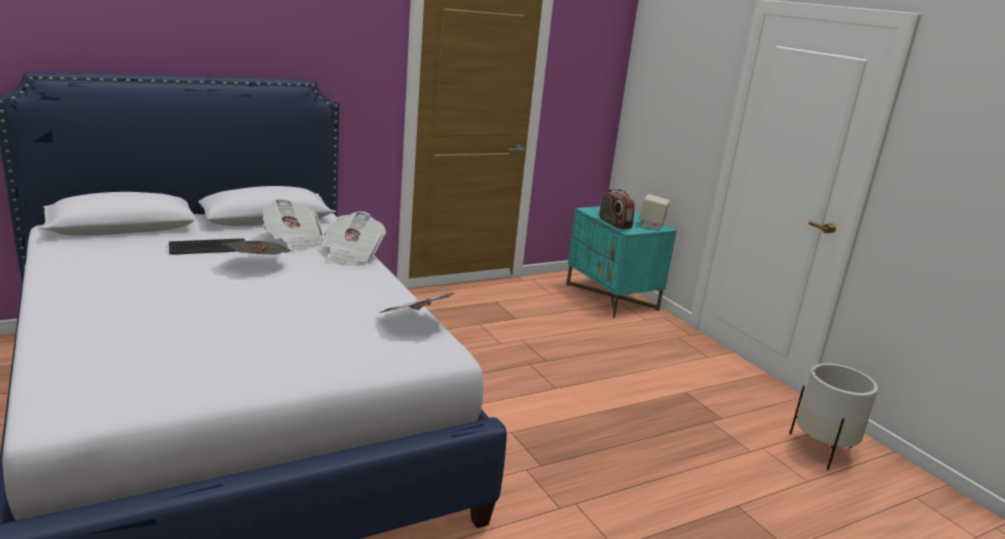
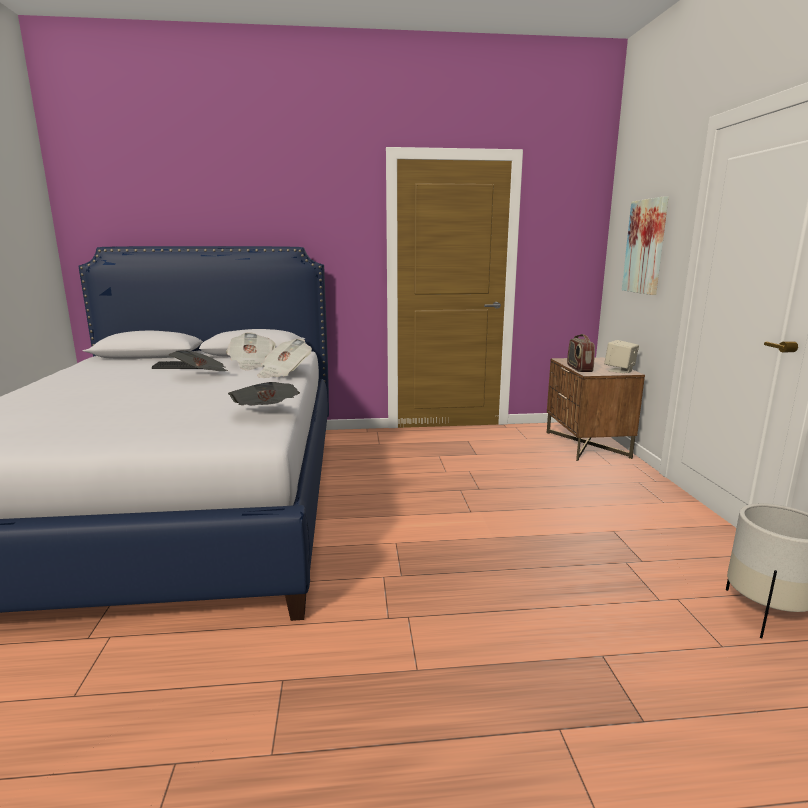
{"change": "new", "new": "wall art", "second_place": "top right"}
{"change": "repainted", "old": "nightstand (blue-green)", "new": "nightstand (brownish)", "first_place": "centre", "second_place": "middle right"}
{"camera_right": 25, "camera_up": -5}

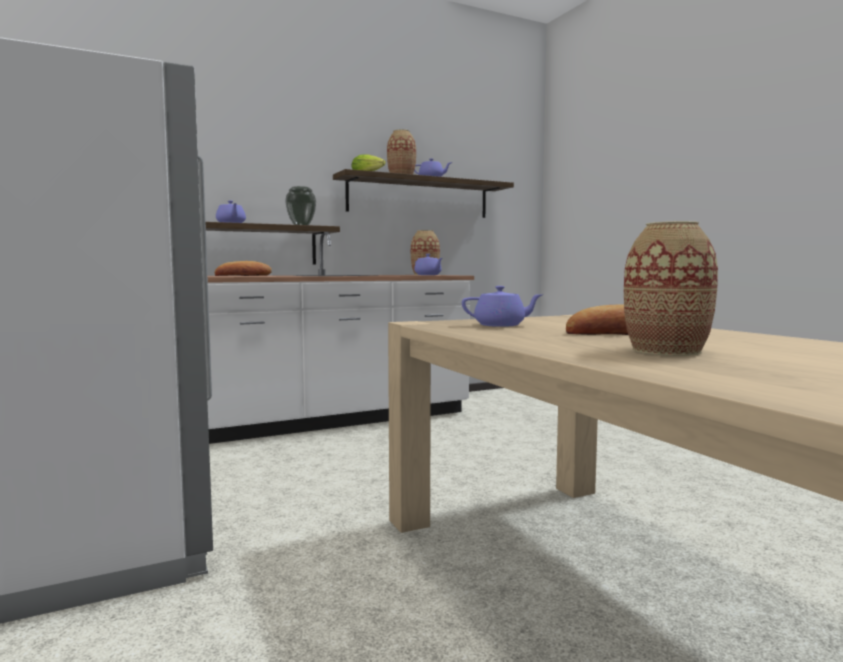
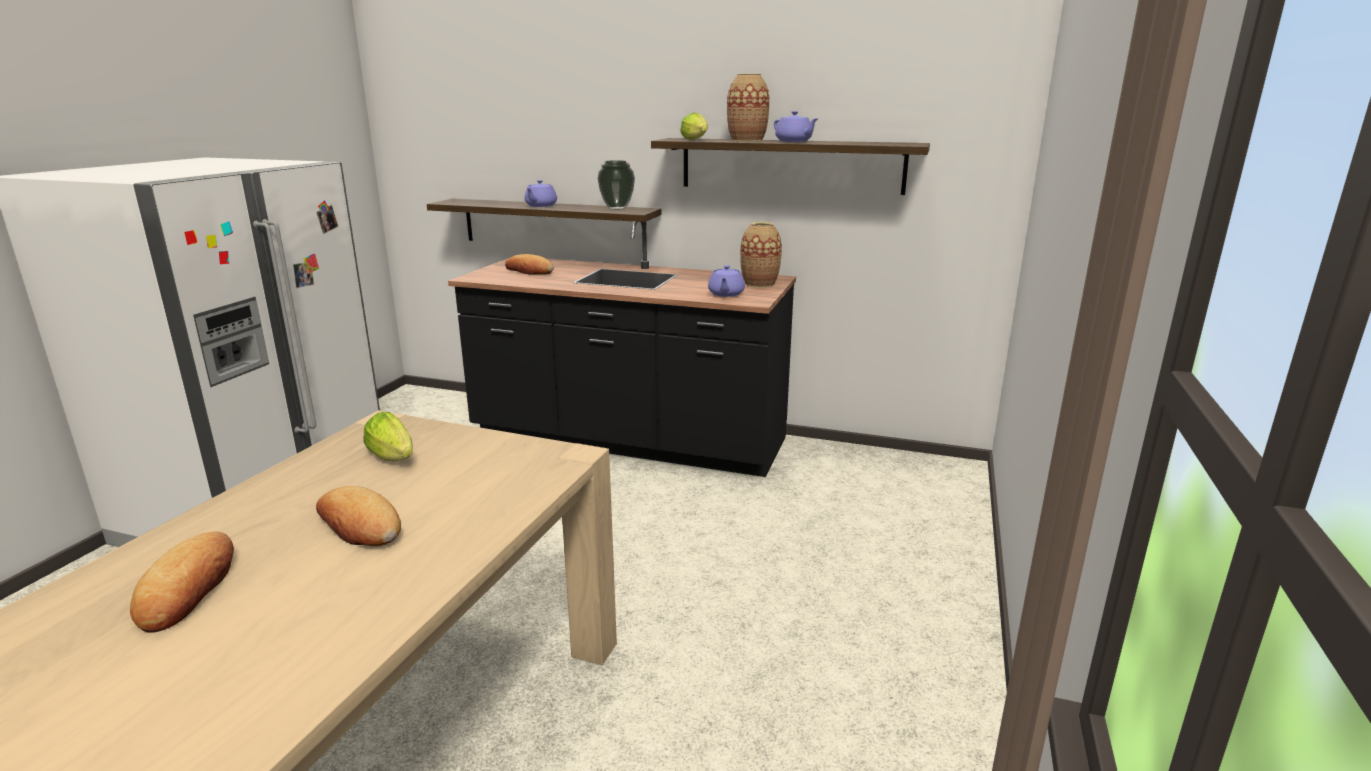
{"change": "swapped", "old": "pot for tea (purple) (no. 4 from left)", "new": "head of lettuce (no. 1 from left)", "first_place": "centre", "second_place": "middle left"}
{"change": "swapped", "old": "vase (no. 4 from left)", "new": "bakery bread (no. 1 from left)", "first_place": "middle right", "second_place": "bottom left"}
{"change": "repainted", "old": "kitchen counter (whitish)", "new": "kitchen counter (blackish)", "first_place": "centre", "second_place": "centre"}
{"camera_right": 45, "camera_up": 15}

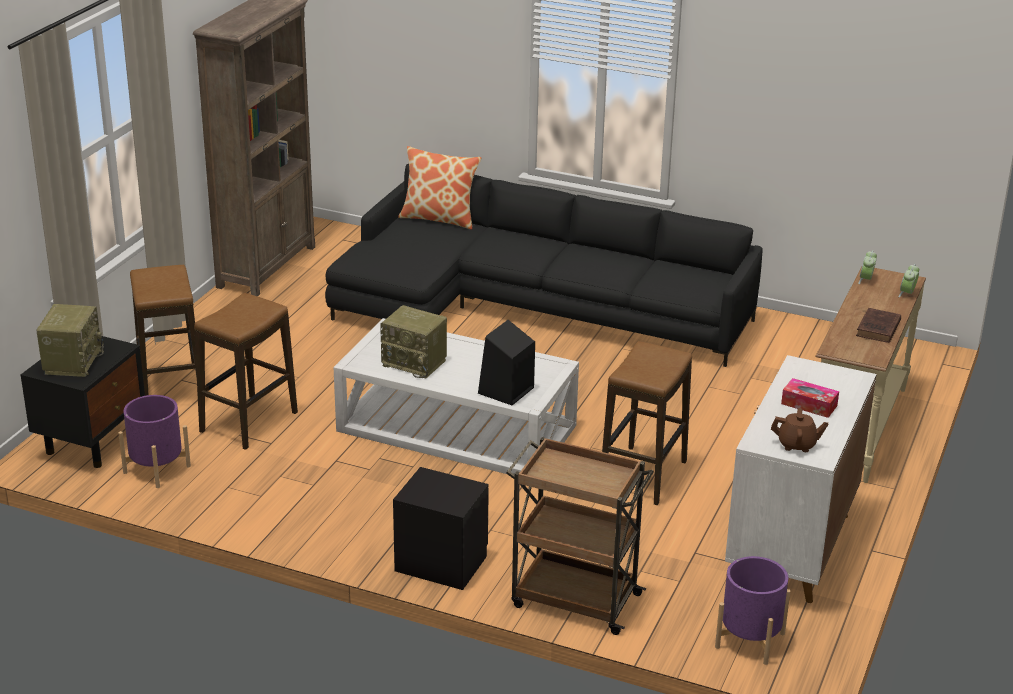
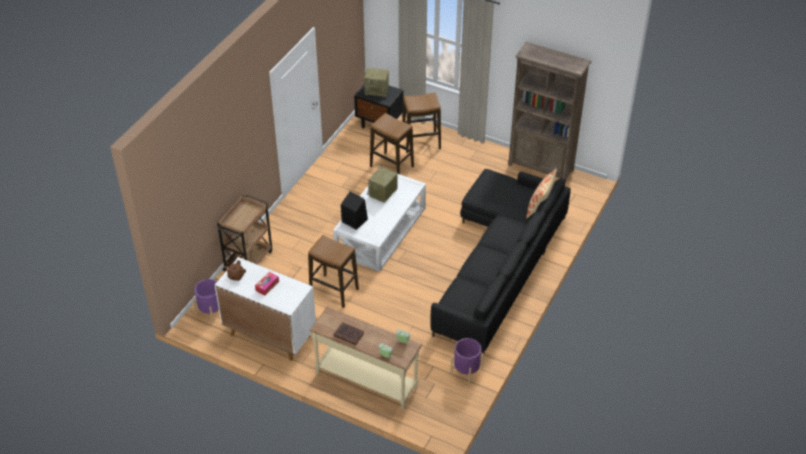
{"change": "gone", "old": "nightstand (blackish) (no. 2 from left)", "first_place": "bottom centre"}
{"change": "shifted", "old": "planter (purple) (no. 1 from left in the first image)", "new": "planter (purple) (no. 2 from left)", "first_place": "middle left", "second_place": "bottom centre"}
{"camera_right": 95, "camera_up": 15}

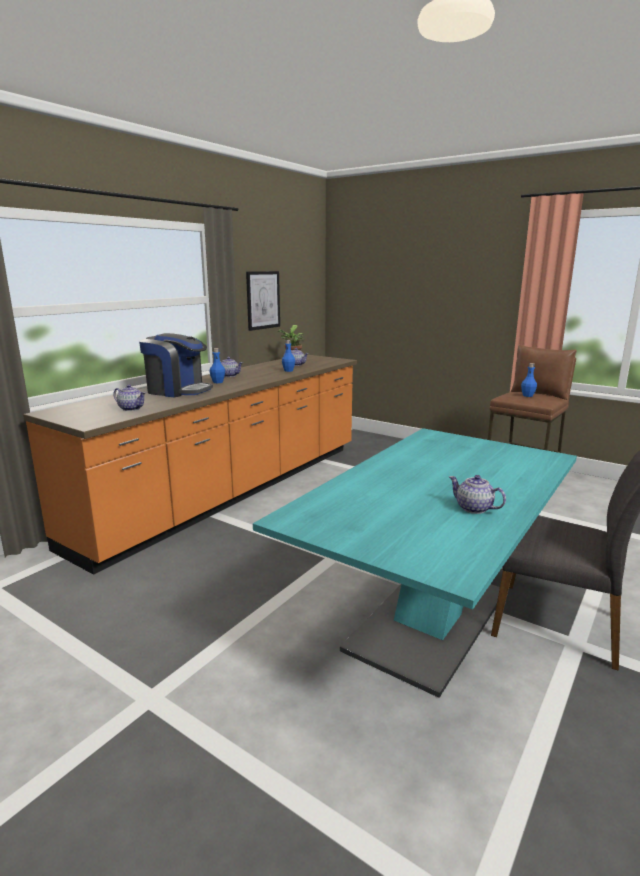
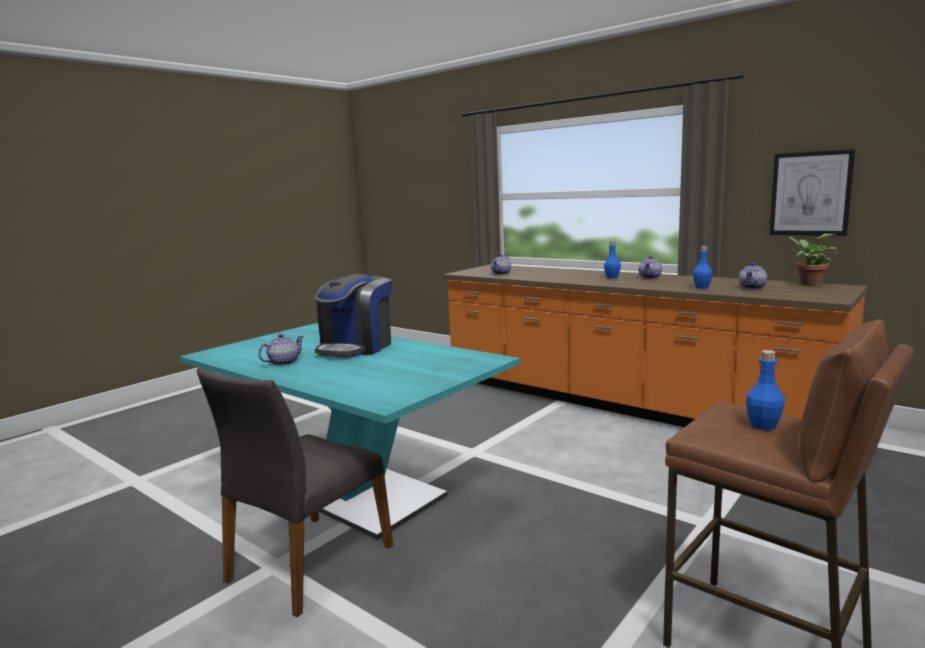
{"change": "shifted", "old": "coffee maker", "first_place": "middle left", "second_place": "centre"}
{"camera_right": 95, "camera_up": -5}

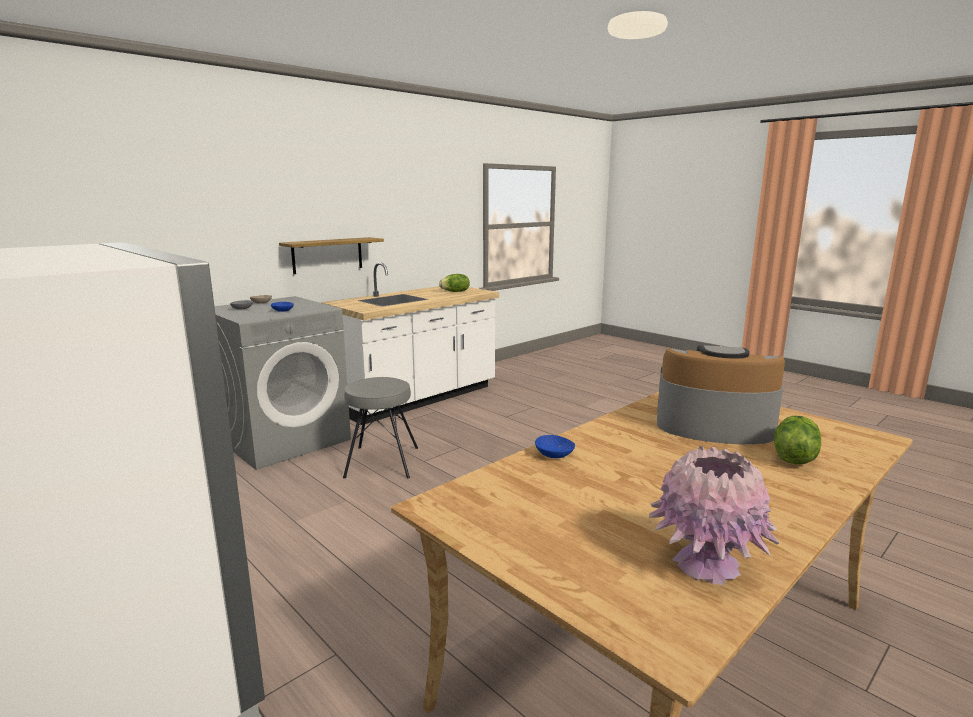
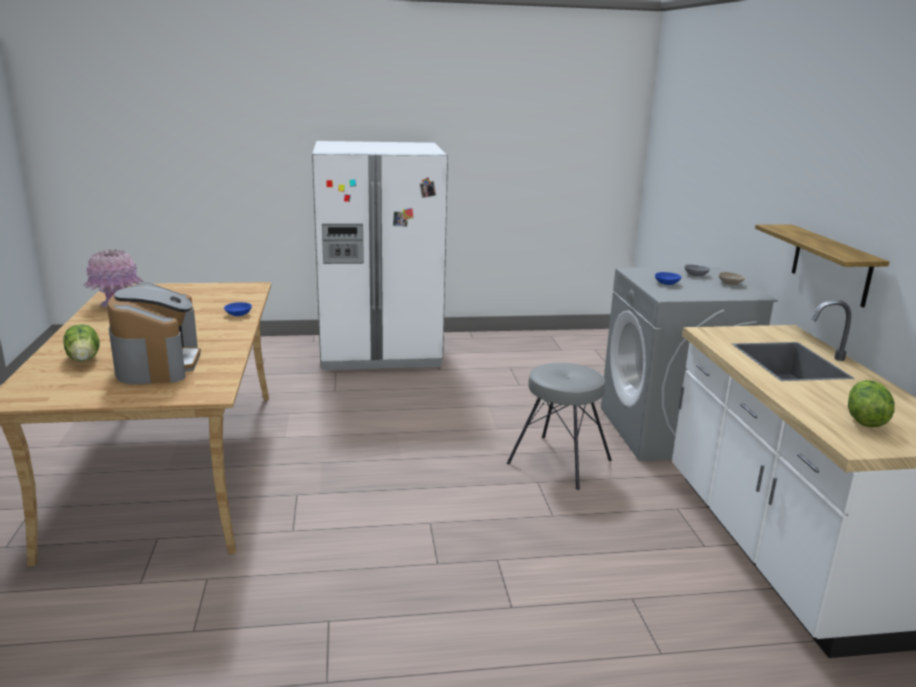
{"change": "rotated", "old": "coffee maker", "first_place": "middle right", "second_place": "middle left", "degrees": -60}
{"camera_right": 125, "camera_up": 5}

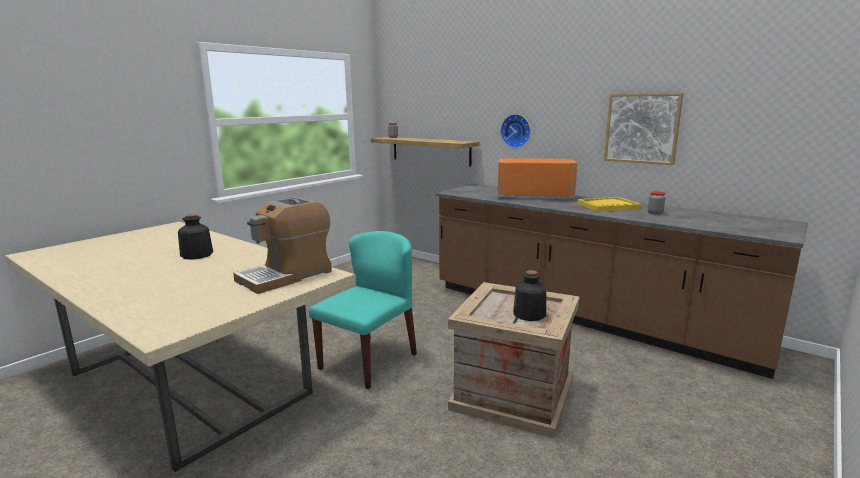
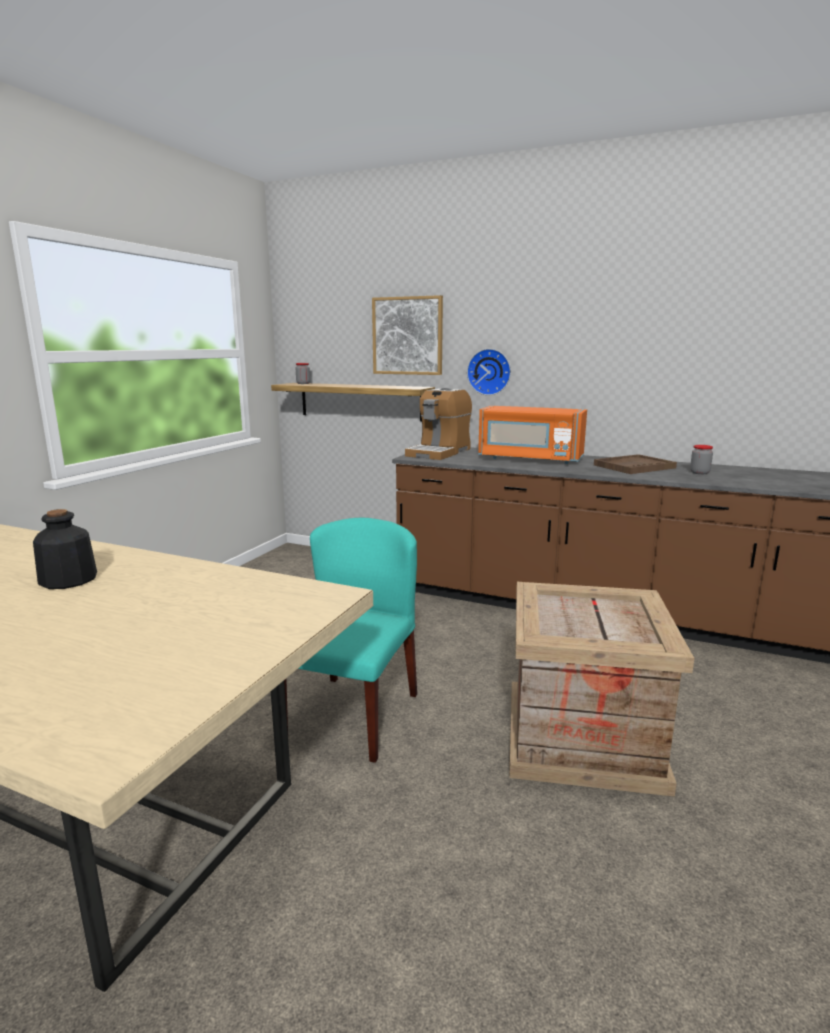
{"change": "gone", "old": "drink bottle (no. 2 from left)", "first_place": "centre"}
{"change": "shifted", "old": "coffee maker", "first_place": "middle left", "second_place": "centre"}
{"change": "shifted", "old": "wall art", "first_place": "top right", "second_place": "top centre"}
{"change": "repainted", "old": "serving tray (yellow-coloured)", "new": "serving tray (brownish)", "first_place": "middle right", "second_place": "middle right"}
{"change": "rotated", "old": "microwave (orange)", "first_place": "centre", "second_place": "centre", "degrees": -150}
{"camera_right": -15, "camera_up": 0}

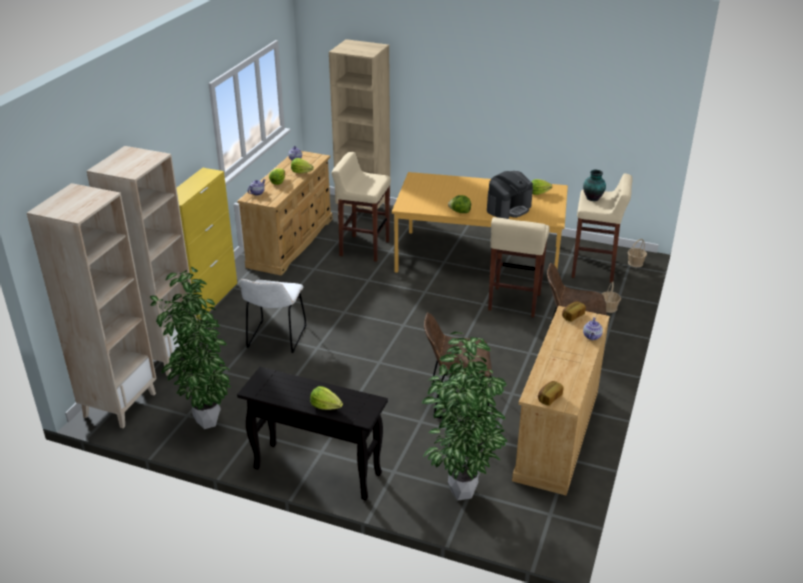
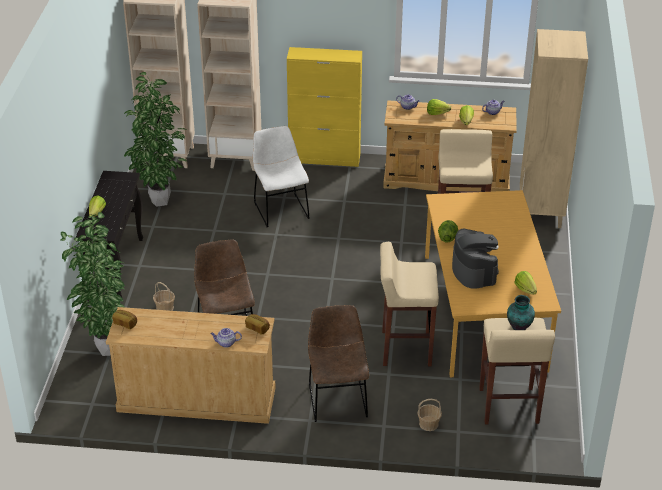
{"change": "shifted", "old": "basket (no. 2 from left in the first image)", "new": "basket (no. 1 from left)", "first_place": "middle right", "second_place": "middle left"}
{"change": "rotated", "old": "upright chair (whitish)", "first_place": "centre", "second_place": "centre", "degrees": 75}
{"change": "rotated", "old": "coffee maker", "first_place": "centre", "second_place": "middle right", "degrees": -135}
{"camera_right": 75, "camera_up": 5}

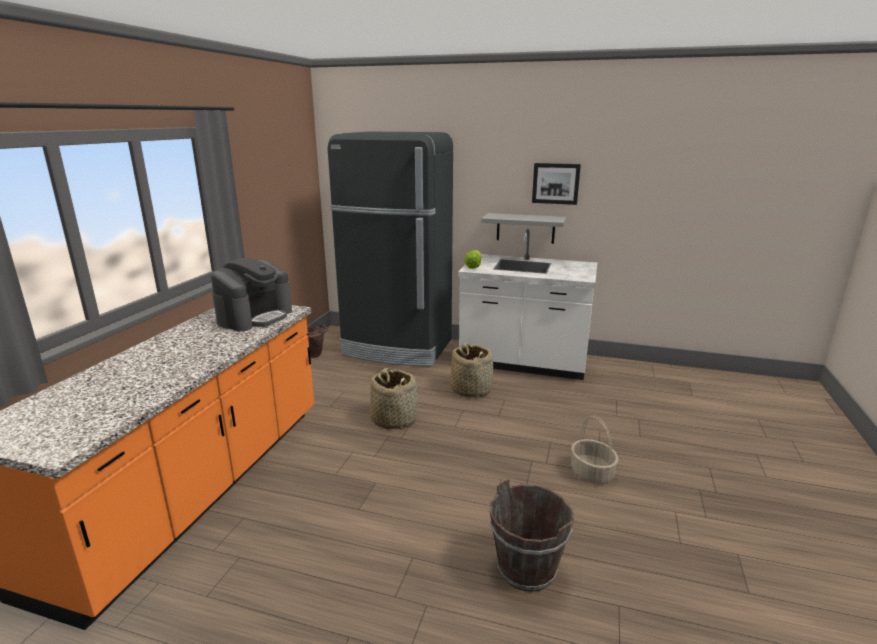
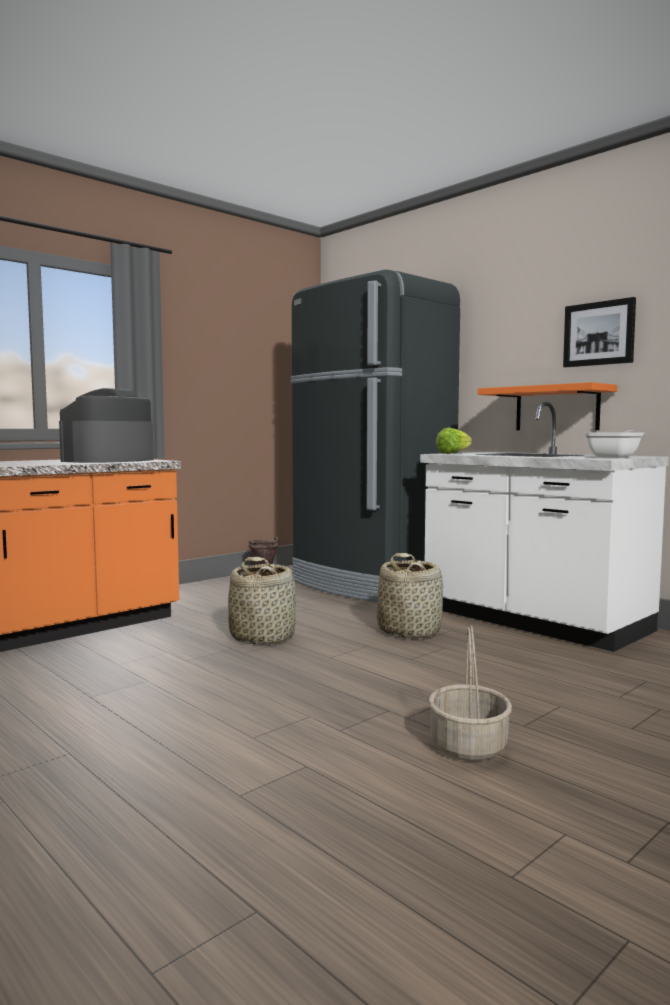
{"change": "gone", "old": "pail (brownish) (no. 2 from left)", "first_place": "bottom centre"}
{"change": "new", "new": "frying pan", "second_place": "middle right"}
{"change": "repainted", "old": "bracket shelf (gray)", "new": "bracket shelf (orange)", "first_place": "centre", "second_place": "middle right"}
{"change": "rotated", "old": "coffee maker", "first_place": "middle left", "second_place": "middle left", "degrees": 150}
{"camera_right": 30, "camera_up": -15}

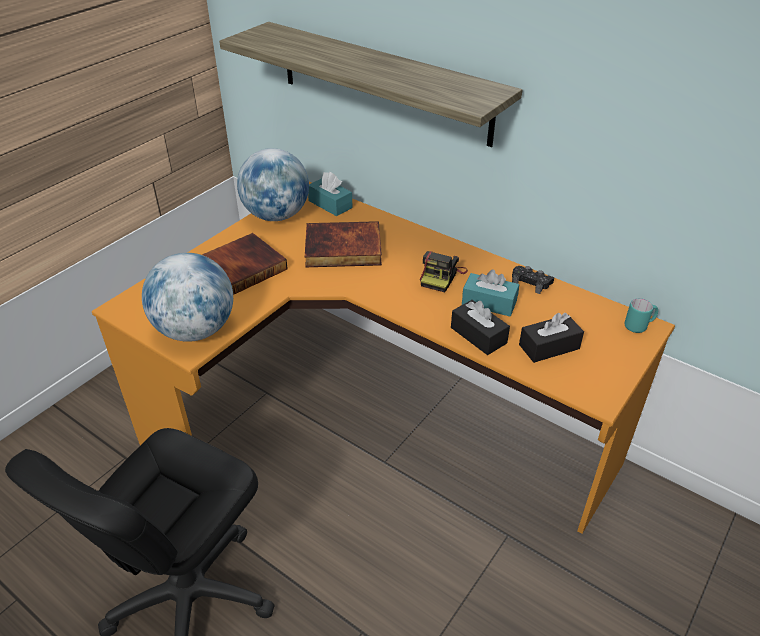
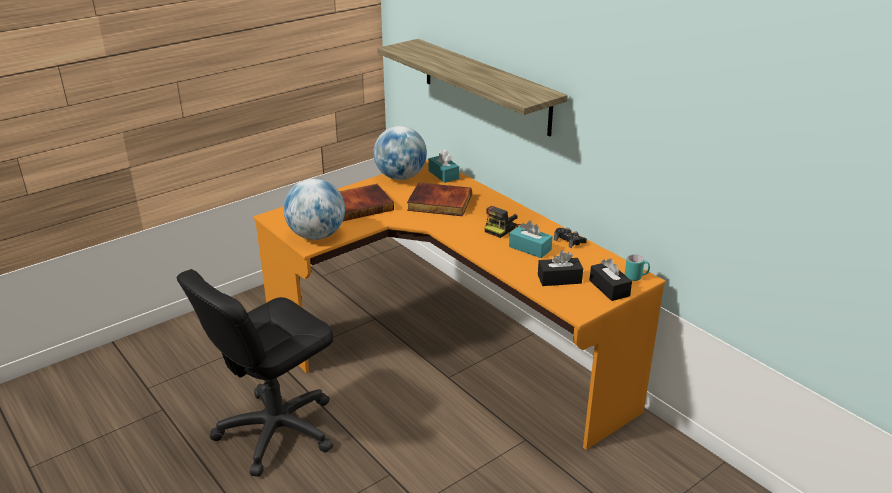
{"change": "shifted", "old": "tissue holder (blackish) (no. 1 from left in the first image)", "new": "tissue holder (blackish) (no. 2 from left)", "first_place": "centre", "second_place": "middle right"}
{"camera_right": 15, "camera_up": -10}

